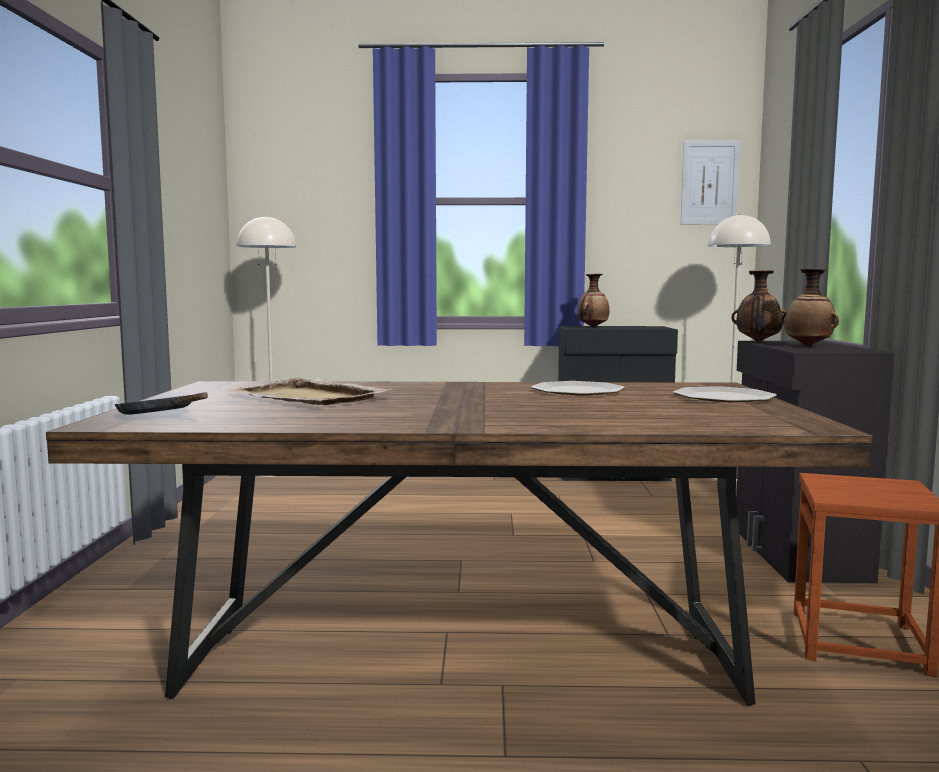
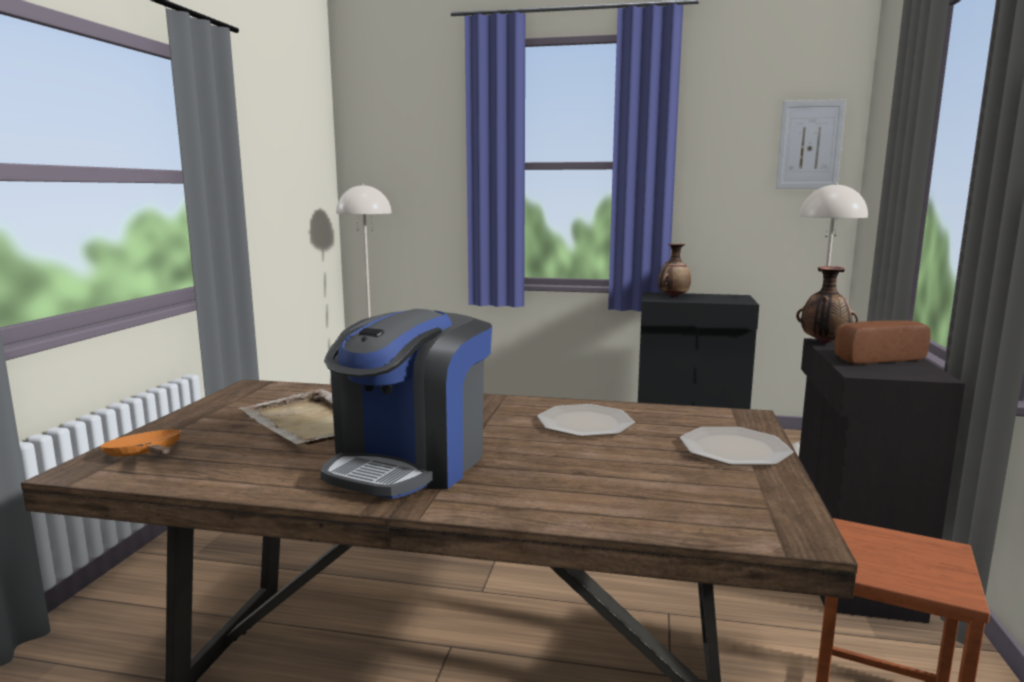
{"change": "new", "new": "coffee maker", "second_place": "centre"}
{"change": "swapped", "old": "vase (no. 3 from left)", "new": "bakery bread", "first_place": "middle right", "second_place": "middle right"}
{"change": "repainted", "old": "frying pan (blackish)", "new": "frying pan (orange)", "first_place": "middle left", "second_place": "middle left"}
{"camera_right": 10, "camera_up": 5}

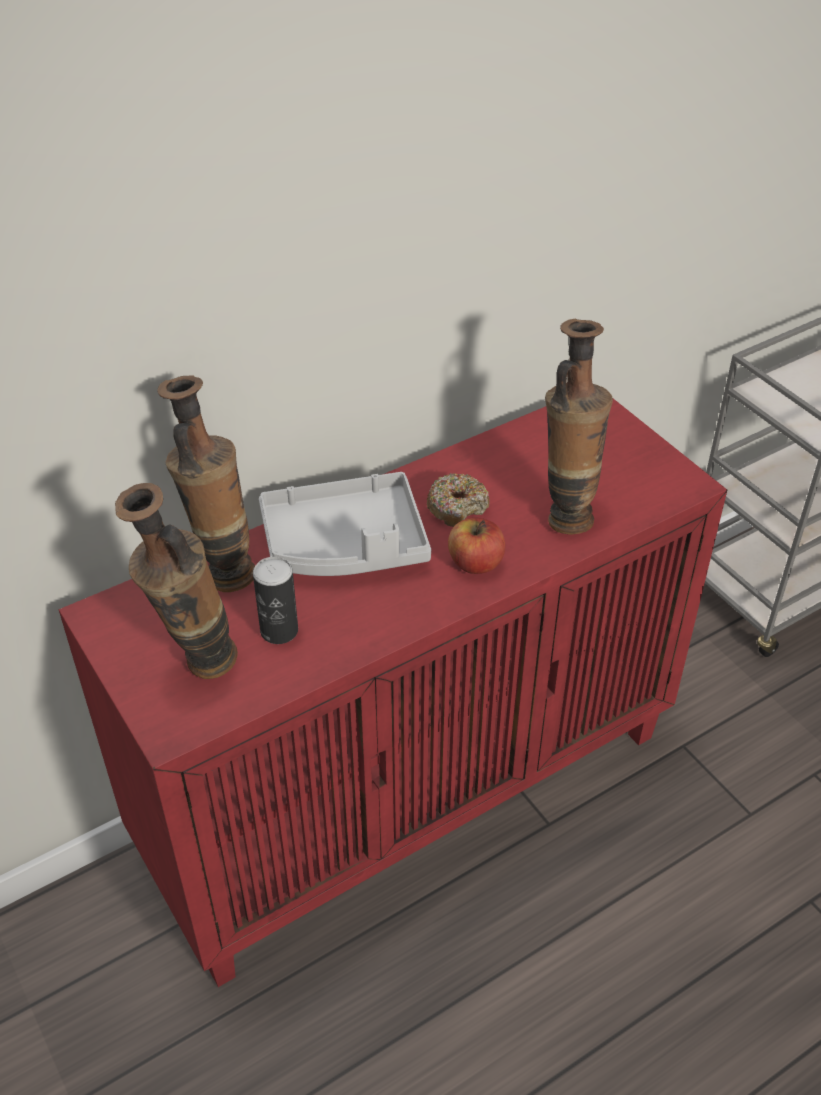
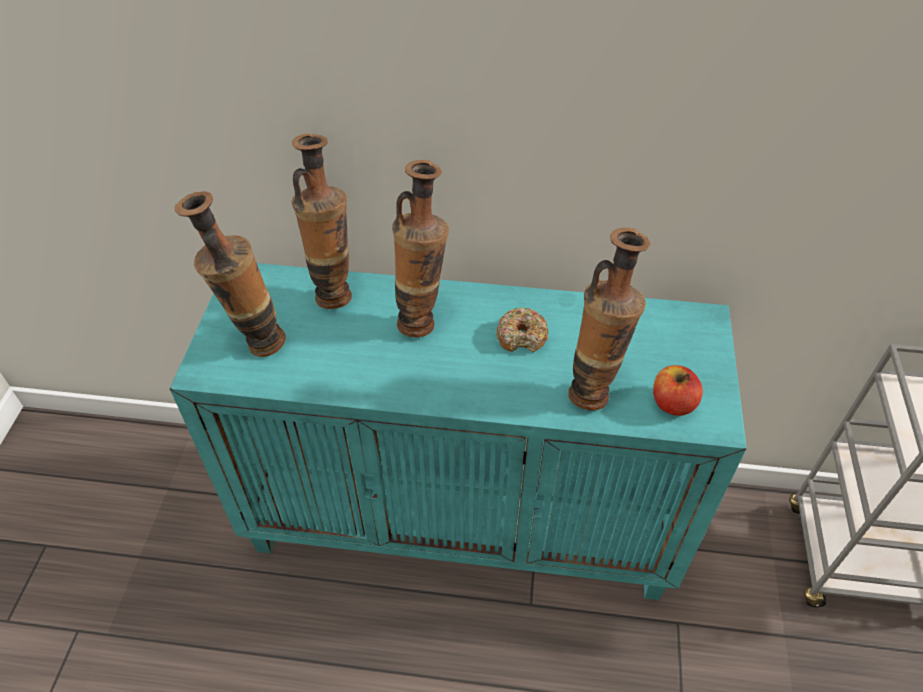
{"change": "gone", "old": "metal can", "first_place": "centre"}
{"change": "shifted", "old": "apple", "first_place": "centre", "second_place": "middle right"}
{"change": "swapped", "old": "serving tray (gray)", "new": "vase (no. 3 from left)", "first_place": "centre", "second_place": "centre"}
{"change": "repainted", "old": "storage cabinet (red-coloured)", "new": "storage cabinet (blue-green)", "first_place": "centre", "second_place": "centre"}
{"camera_right": 40, "camera_up": 5}

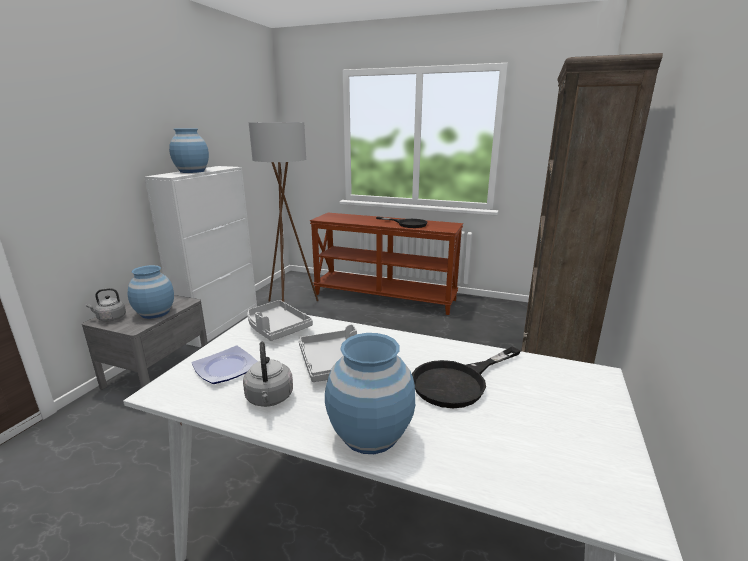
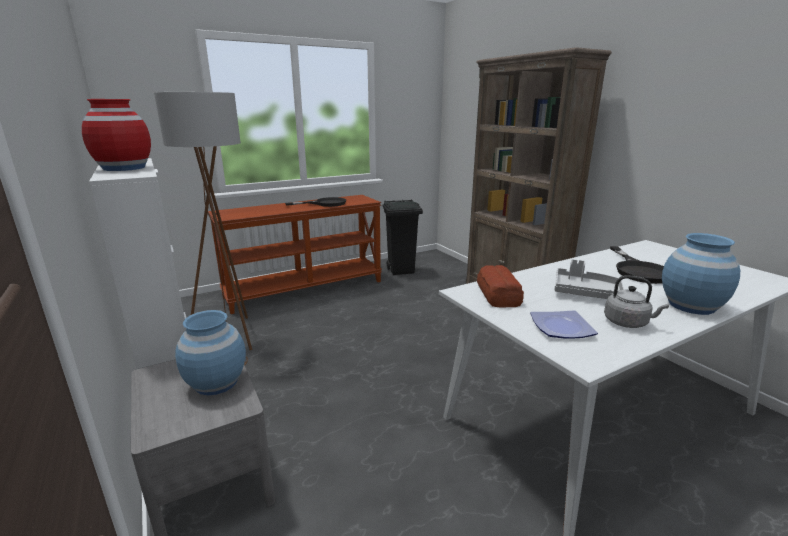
{"change": "gone", "old": "kettle (gray) (no. 1 from left)", "first_place": "middle left"}
{"change": "new", "new": "trash can (blackish)", "second_place": "centre"}
{"change": "swapped", "old": "serving tray (gray) (no. 1 from left)", "new": "bakery bread", "first_place": "centre", "second_place": "centre"}
{"change": "repainted", "old": "vase (bluish) (no. 2 from left)", "new": "vase (red-coloured)", "first_place": "top left", "second_place": "top left"}
{"camera_right": -50, "camera_up": 0}

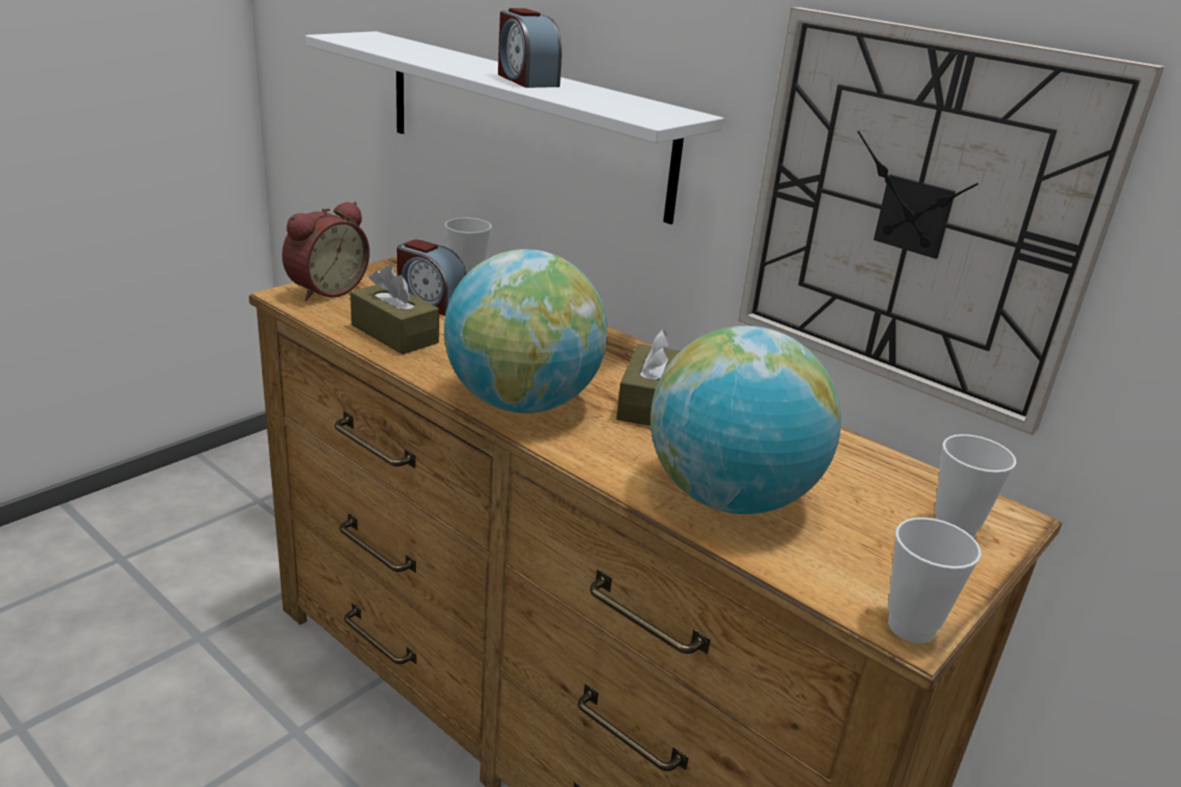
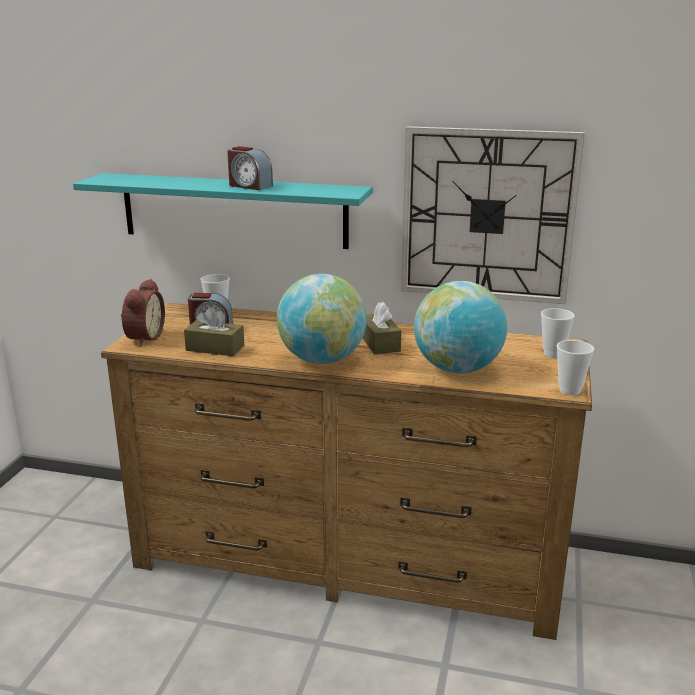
{"change": "repainted", "old": "bracket shelf (whitish)", "new": "bracket shelf (blue-green)", "first_place": "top centre", "second_place": "top left"}
{"camera_right": -25, "camera_up": -5}

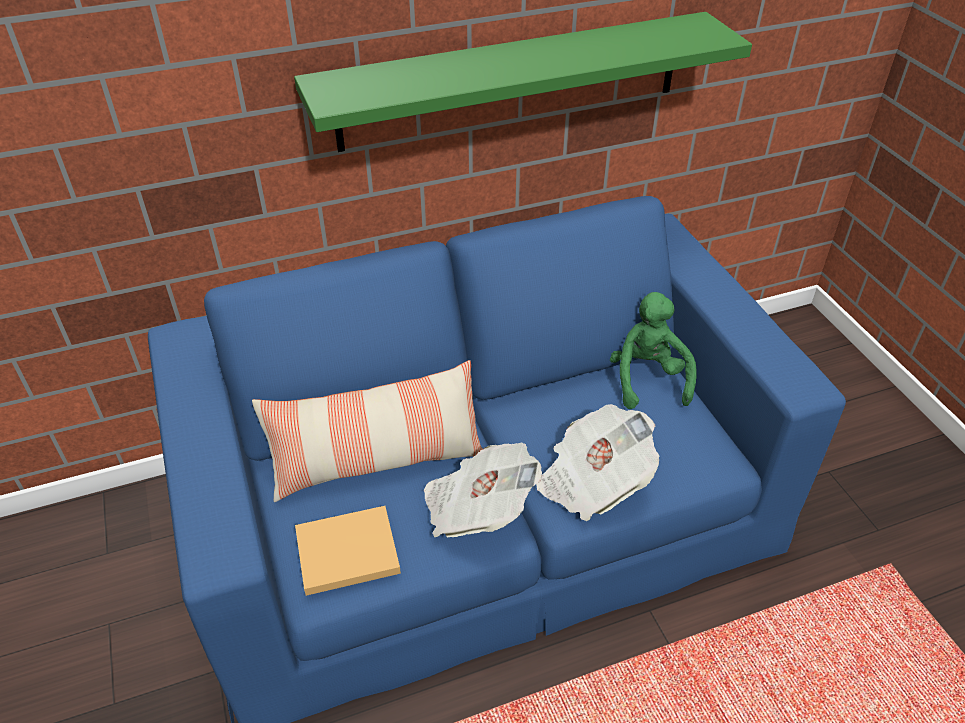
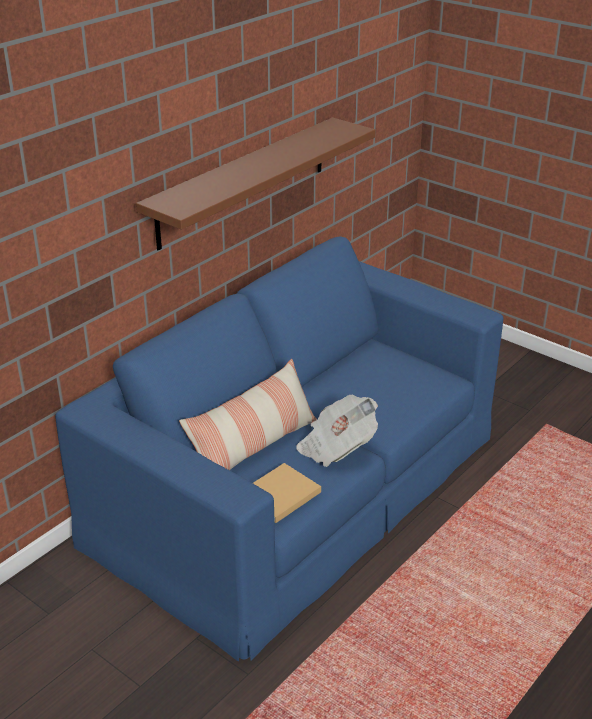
{"change": "gone", "old": "daily paper (no. 2 from left)", "first_place": "centre"}
{"change": "gone", "old": "soft toy (green)", "first_place": "middle right"}
{"change": "repainted", "old": "bracket shelf (green)", "new": "bracket shelf (brownish)", "first_place": "top centre", "second_place": "top centre"}
{"camera_right": -30, "camera_up": -10}

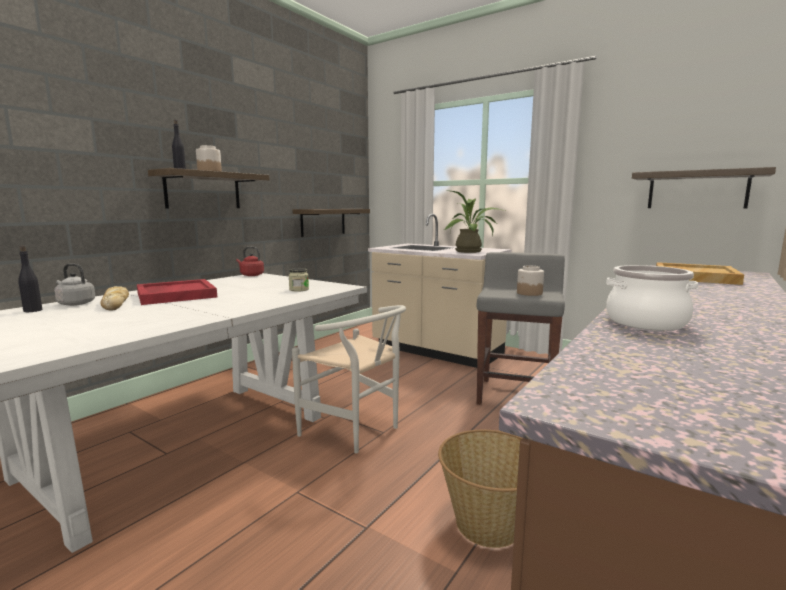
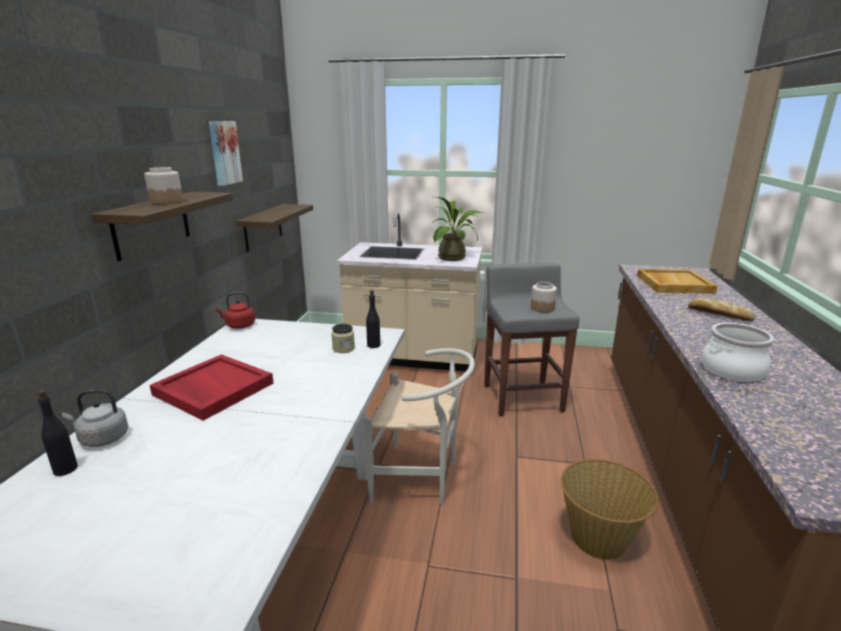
{"change": "gone", "old": "bracket shelf (no. 3 from left)", "first_place": "top right"}
{"change": "new", "new": "wall art", "second_place": "top left"}
{"change": "shifted", "old": "bakery bread", "first_place": "middle left", "second_place": "middle right"}
{"change": "shifted", "old": "drink bottle (blackish) (no. 2 from left)", "first_place": "top left", "second_place": "centre"}
{"camera_right": -25, "camera_up": 10}

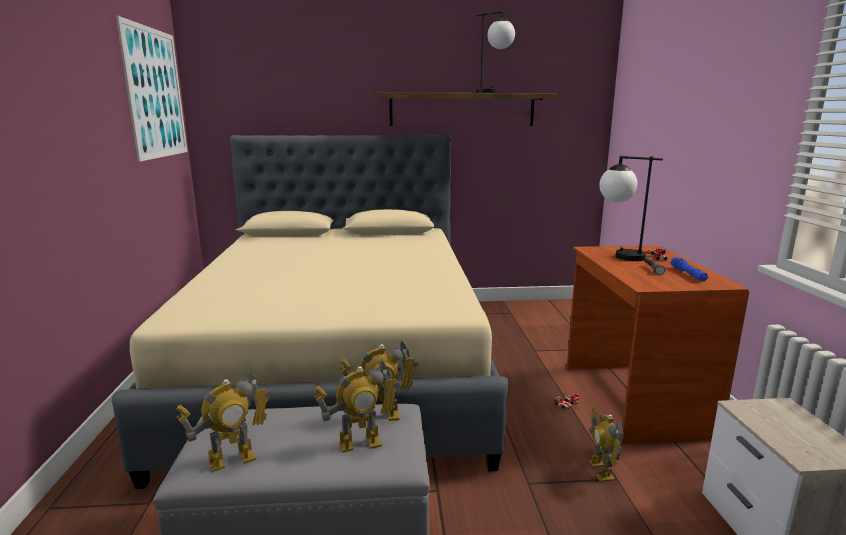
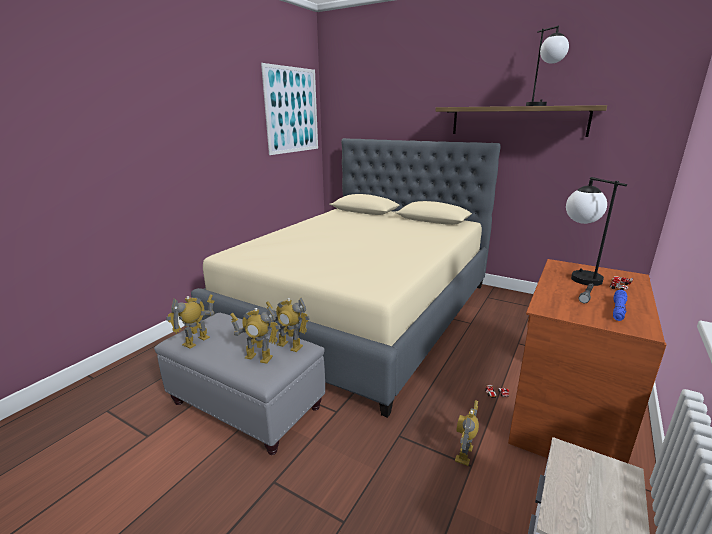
{"change": "rotated", "old": "model robot (no. 1 from left)", "first_place": "bottom left", "second_place": "middle left", "degrees": 120}
{"camera_right": 35, "camera_up": 5}

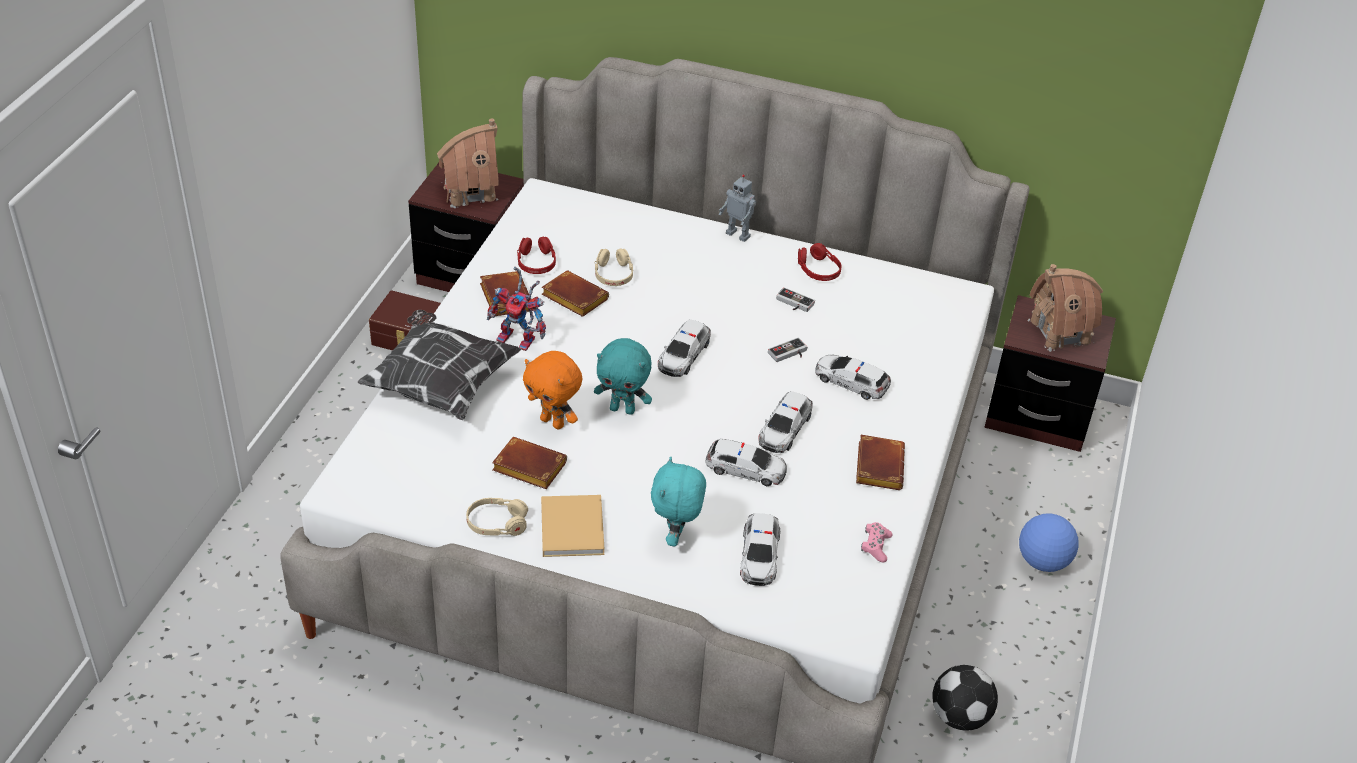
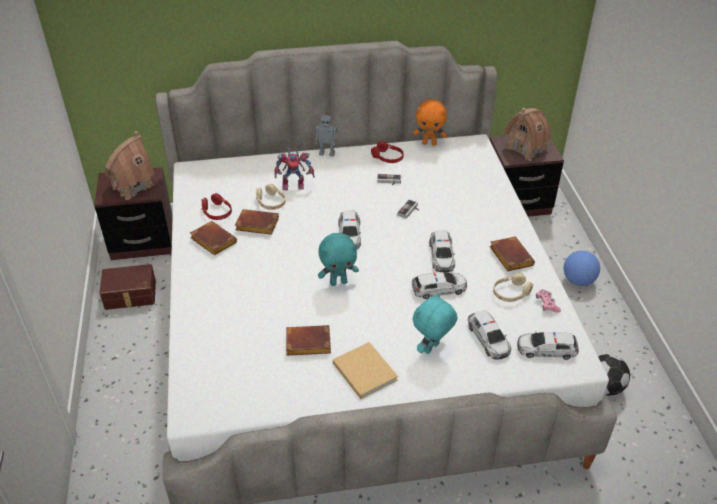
{"change": "gone", "old": "throw pillow", "first_place": "middle left"}
{"change": "shifted", "old": "headphones (beige-coloured) (no. 1 from left in the first image)", "new": "headphones (beige-coloured) (no. 2 from left)", "first_place": "bottom centre", "second_place": "middle right"}
{"change": "shifted", "old": "model robot (no. 1 from left)", "first_place": "centre", "second_place": "top centre"}
{"change": "shifted", "old": "soft toy (orange)", "first_place": "centre", "second_place": "top centre"}
{"change": "shifted", "old": "model car (no. 5 from left)", "first_place": "centre", "second_place": "bottom right"}
{"change": "rotated", "old": "soft toy (blue-green) (no. 2 from left)", "first_place": "centre", "second_place": "centre", "degrees": 60}
{"camera_right": -25, "camera_up": 0}

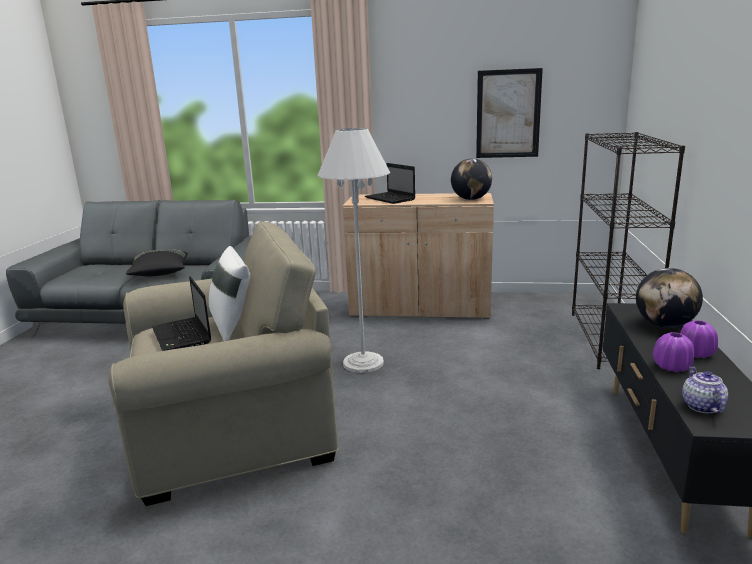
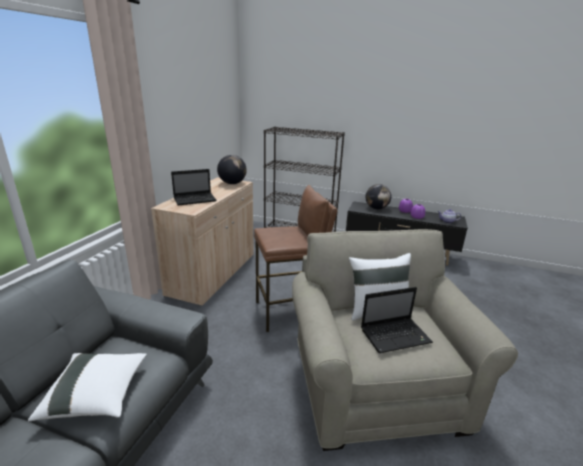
{"change": "gone", "old": "wall art", "first_place": "top right"}
{"change": "swapped", "old": "standing lamp (whitish)", "new": "sitting stool (brownish)", "first_place": "centre", "second_place": "centre"}
{"change": "repainted", "old": "throw pillow (blackish)", "new": "throw pillow (whitish) (no. 1 from left)", "first_place": "middle left", "second_place": "bottom left"}
{"camera_right": -80, "camera_up": 5}

